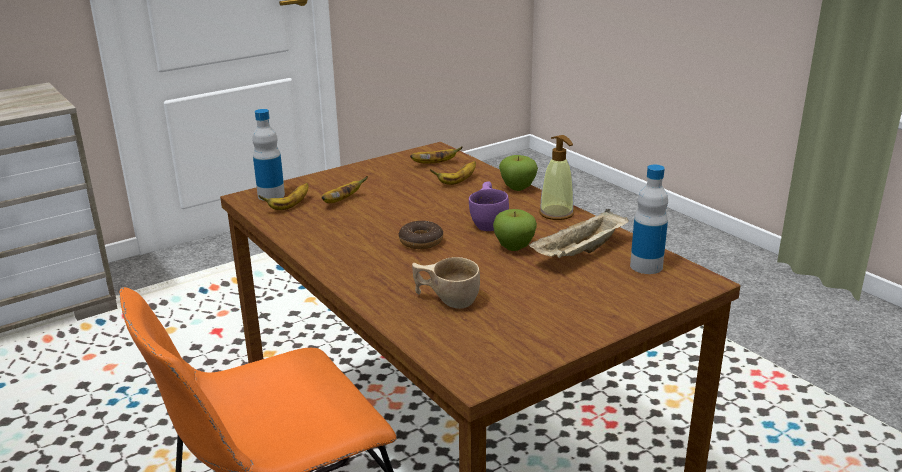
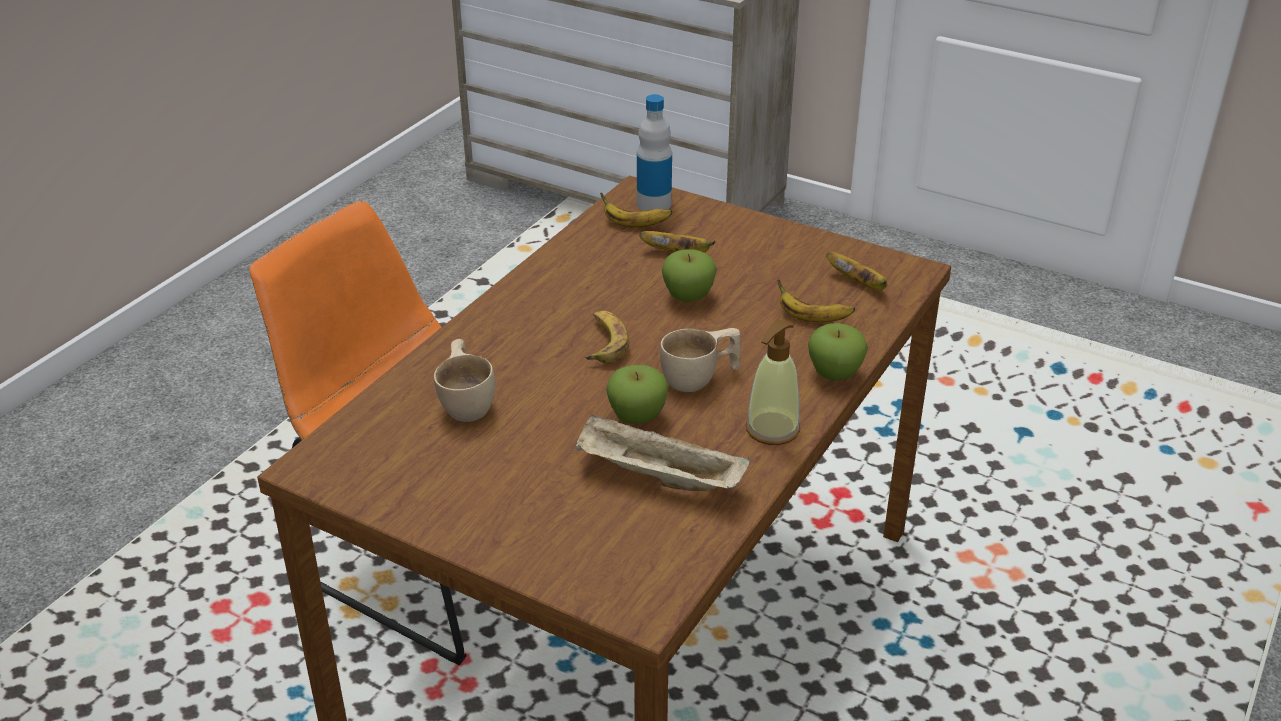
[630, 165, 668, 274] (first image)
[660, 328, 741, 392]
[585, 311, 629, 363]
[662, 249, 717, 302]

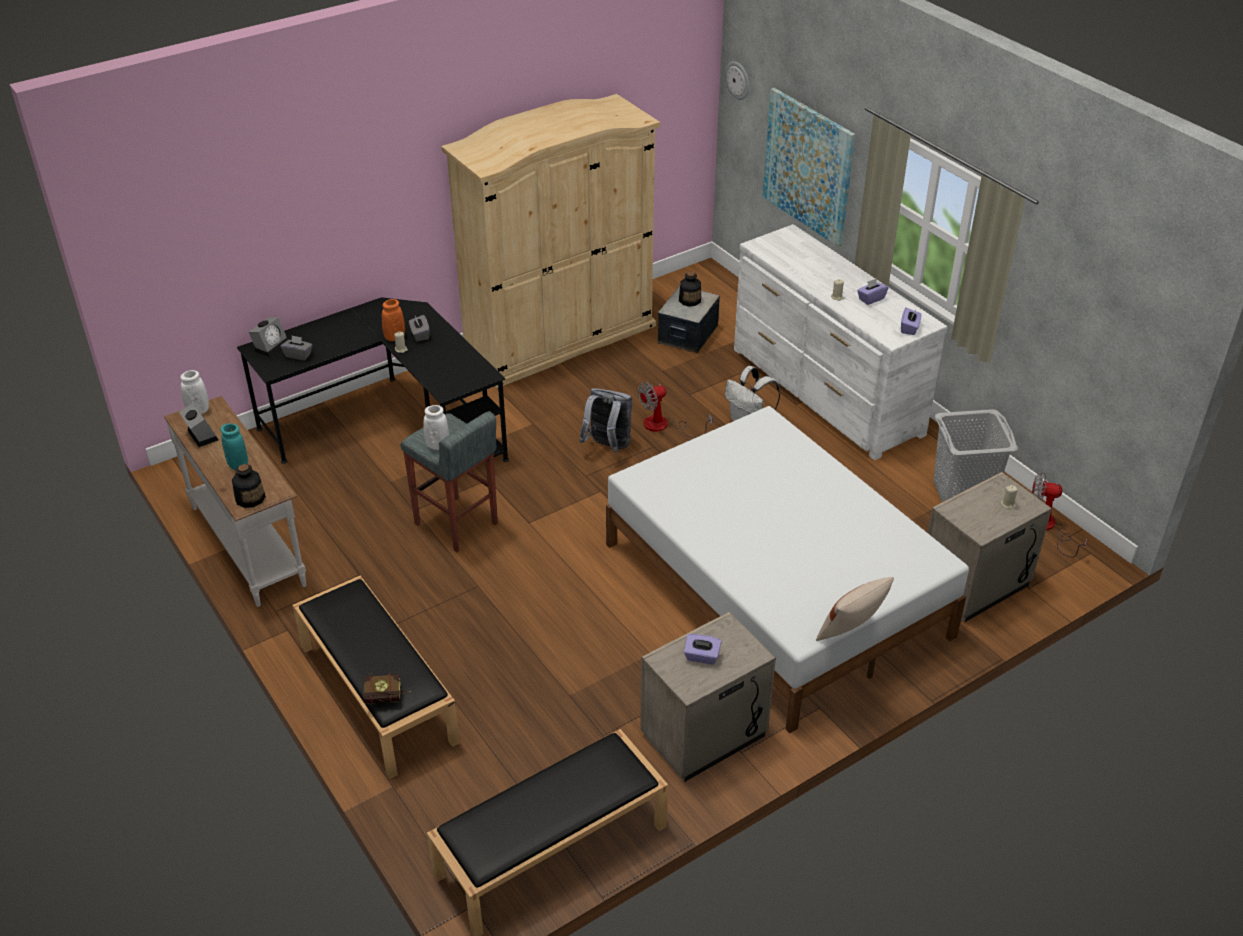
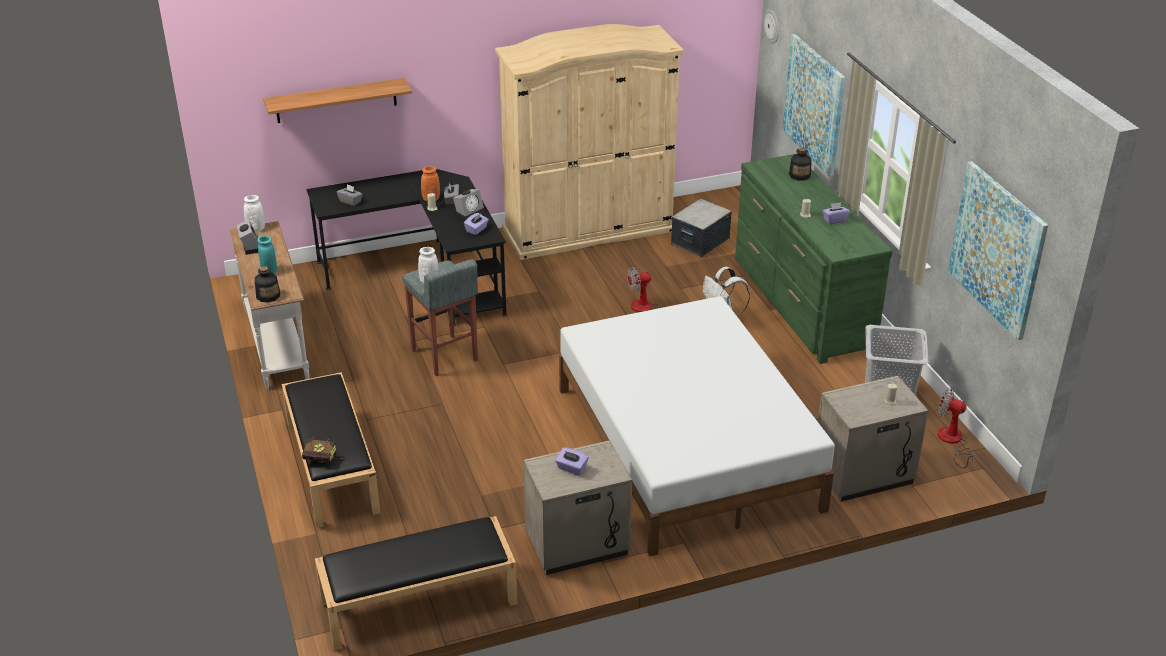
[735, 154, 893, 364]
[789, 148, 812, 181]
[464, 213, 489, 235]
[453, 189, 485, 220]
[579, 388, 632, 453] (first image)
[816, 577, 894, 641] (first image)
[263, 78, 412, 123]
[948, 161, 1048, 340]

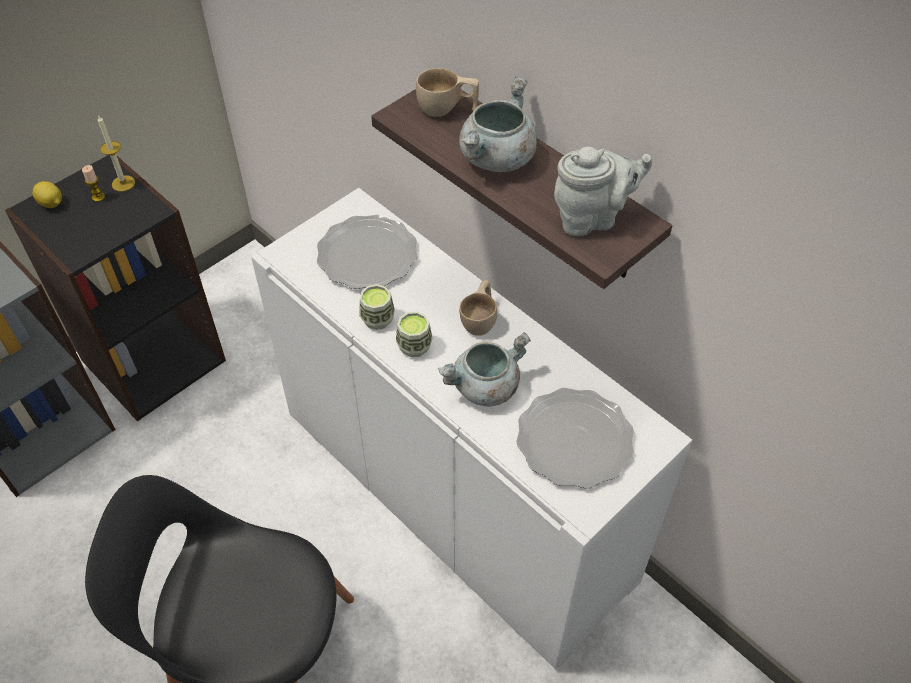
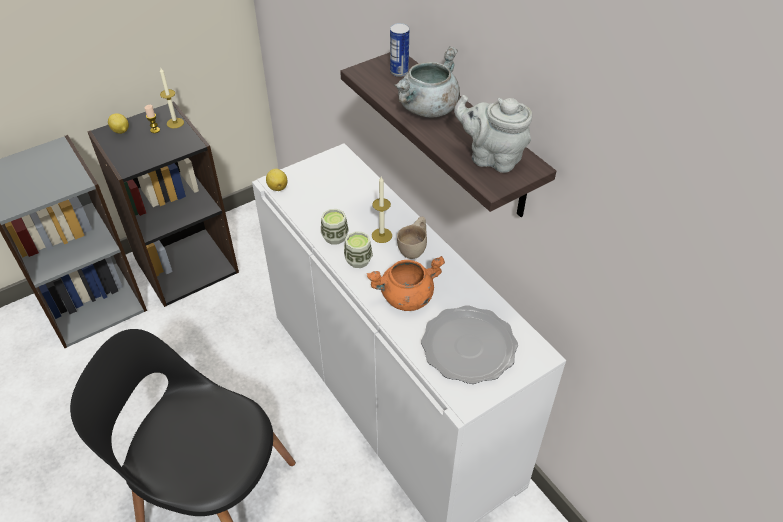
[390, 23, 409, 77]
[454, 95, 532, 173]
[317, 215, 417, 289] (first image)
[367, 256, 445, 311]
[266, 169, 287, 191]
[372, 177, 392, 243]

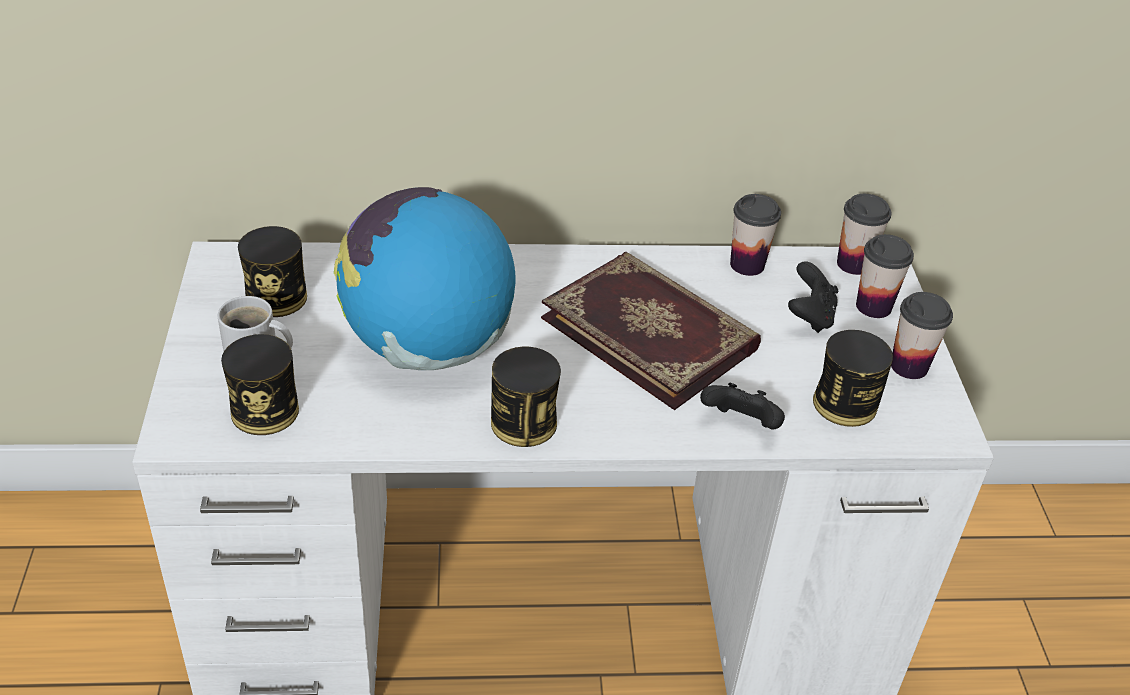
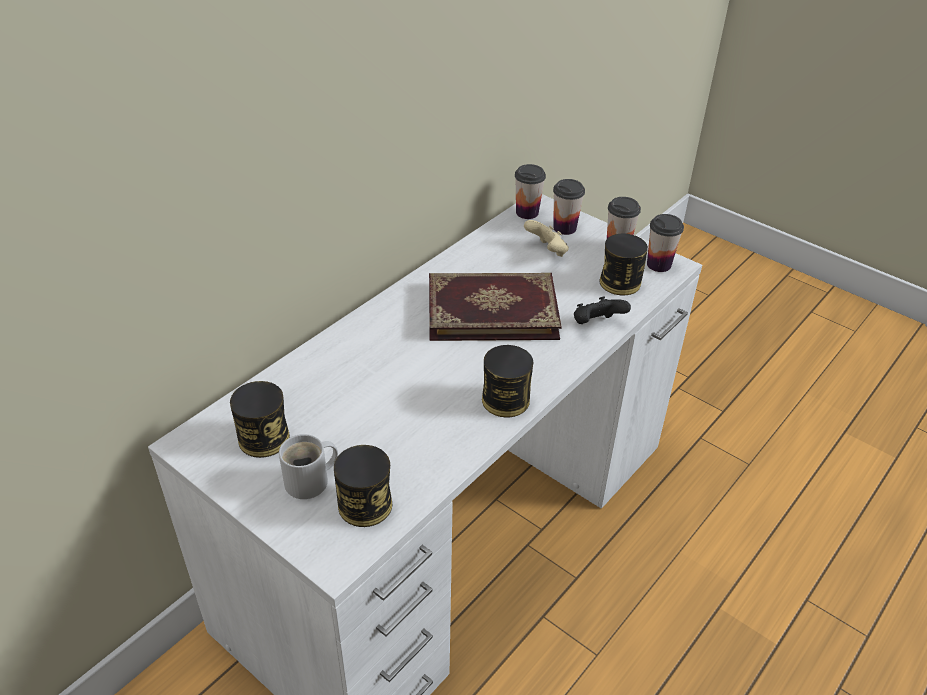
[334, 187, 516, 370] (first image)
[647, 214, 684, 272]
[524, 220, 569, 257]

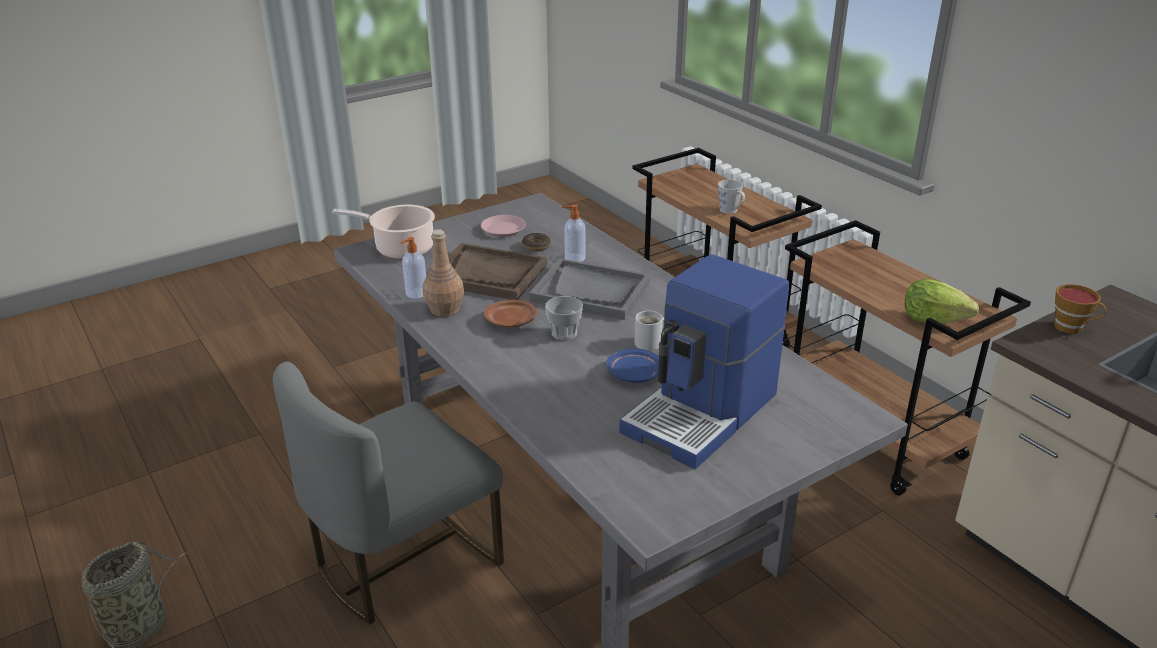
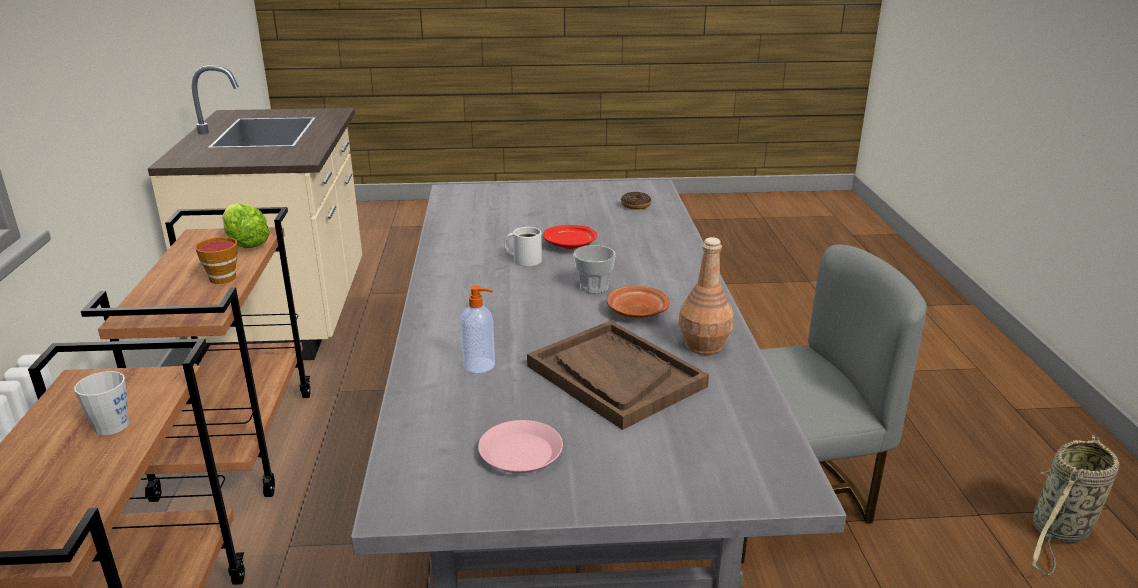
[332, 204, 435, 259] (first image)
[621, 192, 651, 210]
[400, 237, 426, 299] (first image)
[619, 254, 789, 469] (first image)
[529, 258, 650, 320] (first image)
[195, 237, 238, 284]
[543, 225, 597, 249]

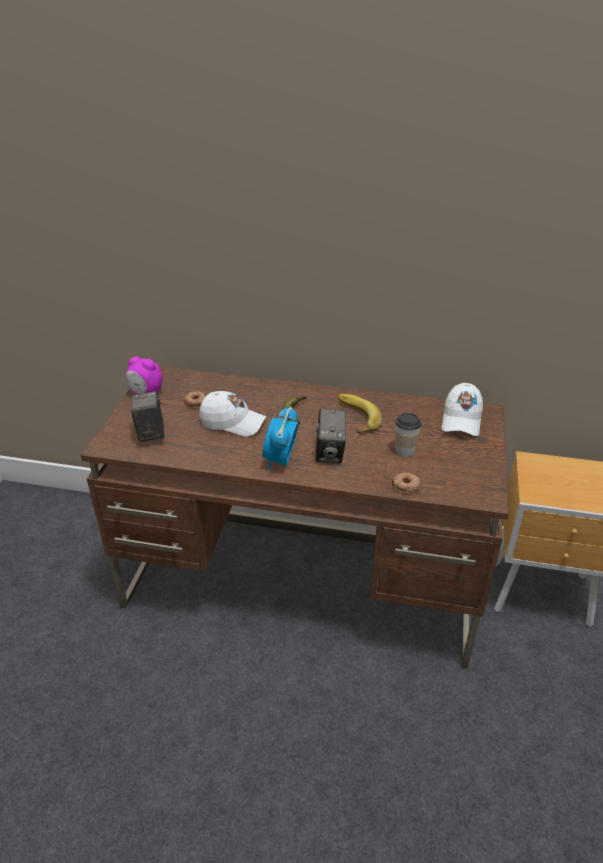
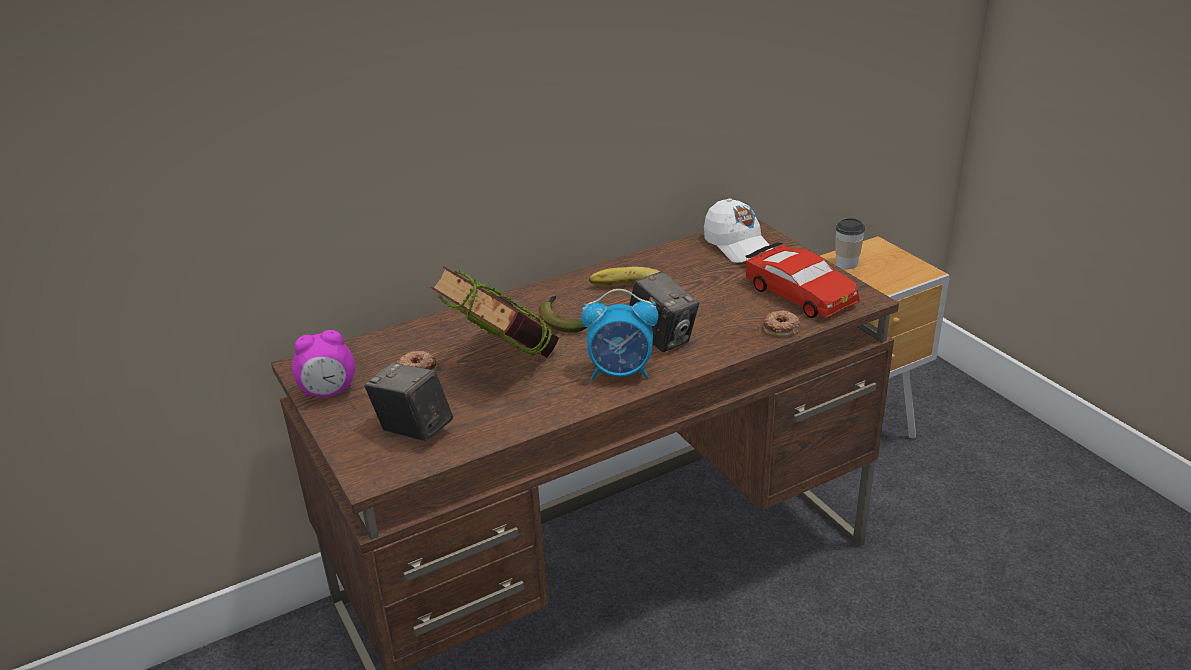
[431, 267, 559, 358]
[581, 289, 658, 380]
[835, 218, 865, 269]
[745, 242, 859, 318]

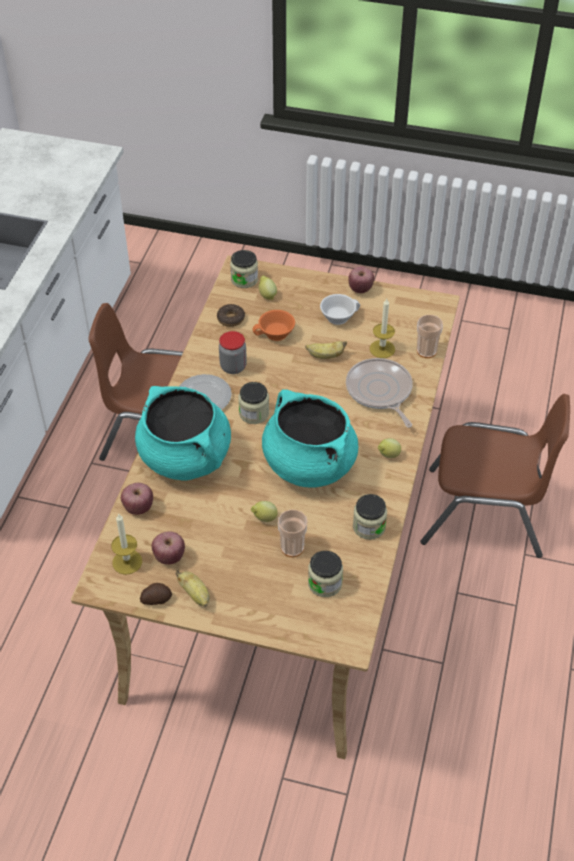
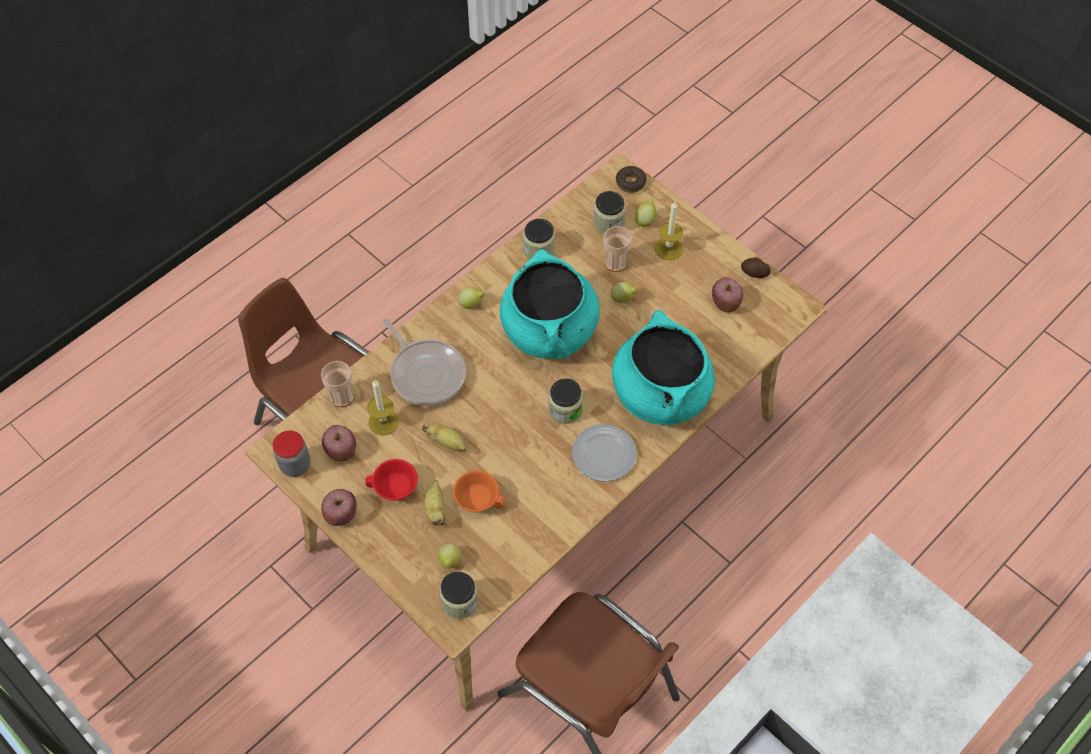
[365, 459, 418, 500]
[616, 166, 647, 193]
[273, 431, 310, 477]
[383, 319, 466, 406]
[322, 425, 356, 462]
[655, 202, 683, 260]
[425, 480, 446, 526]
[635, 199, 656, 228]

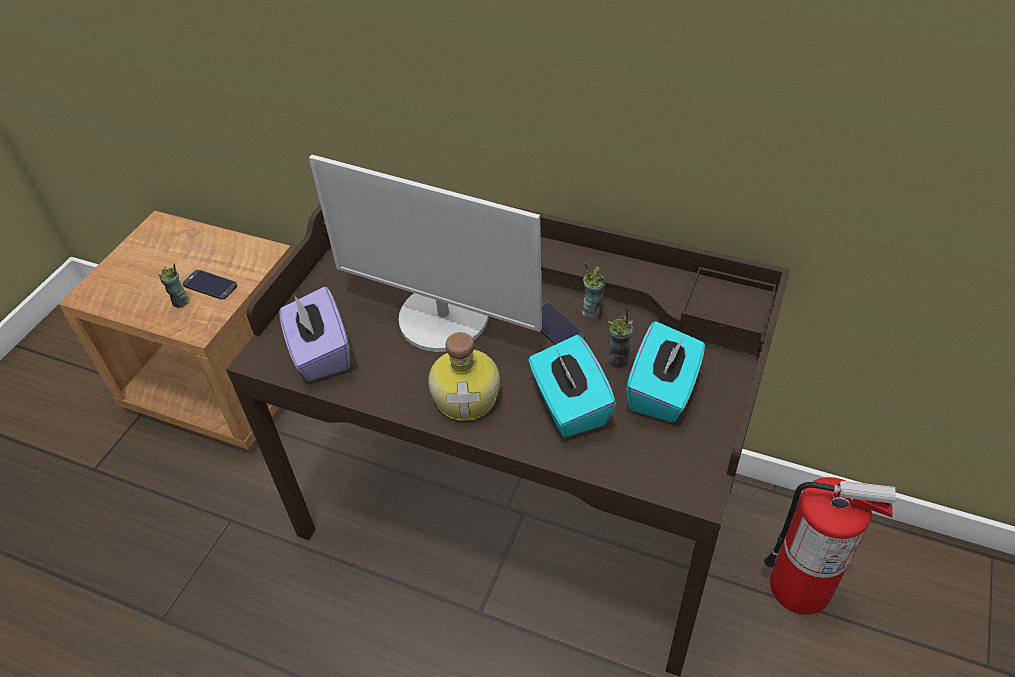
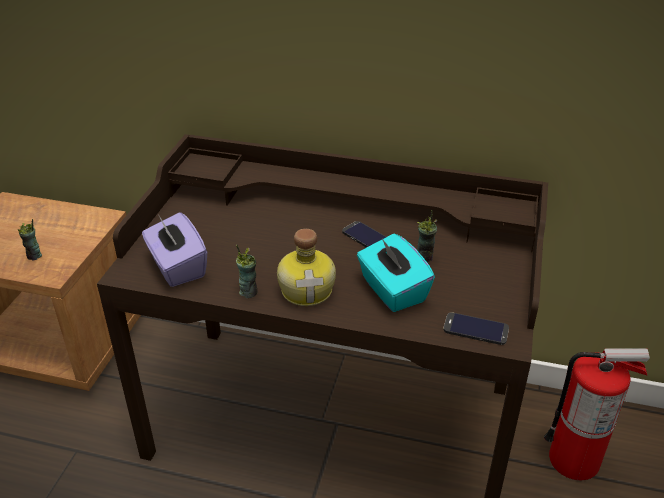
[309, 155, 542, 352] (first image)
[236, 245, 257, 298]
[443, 312, 509, 345]
[626, 321, 705, 422] (first image)

